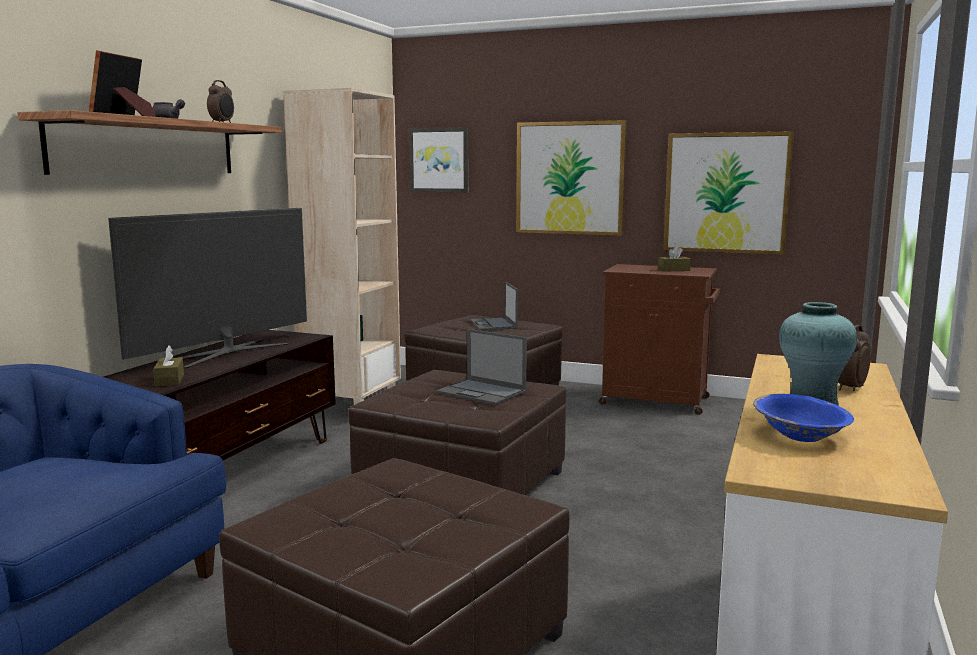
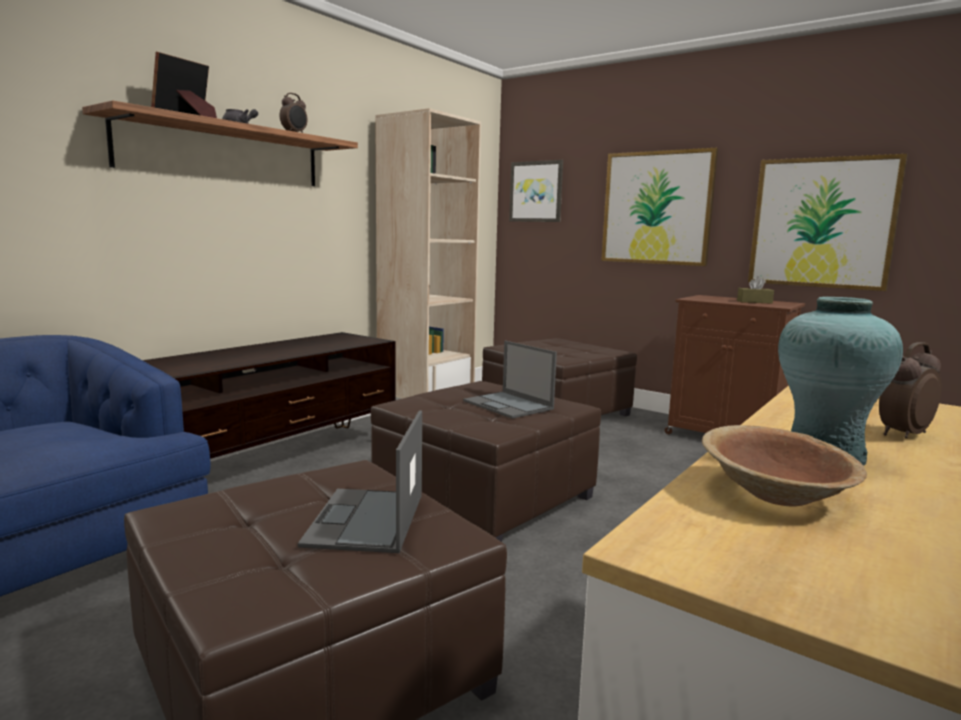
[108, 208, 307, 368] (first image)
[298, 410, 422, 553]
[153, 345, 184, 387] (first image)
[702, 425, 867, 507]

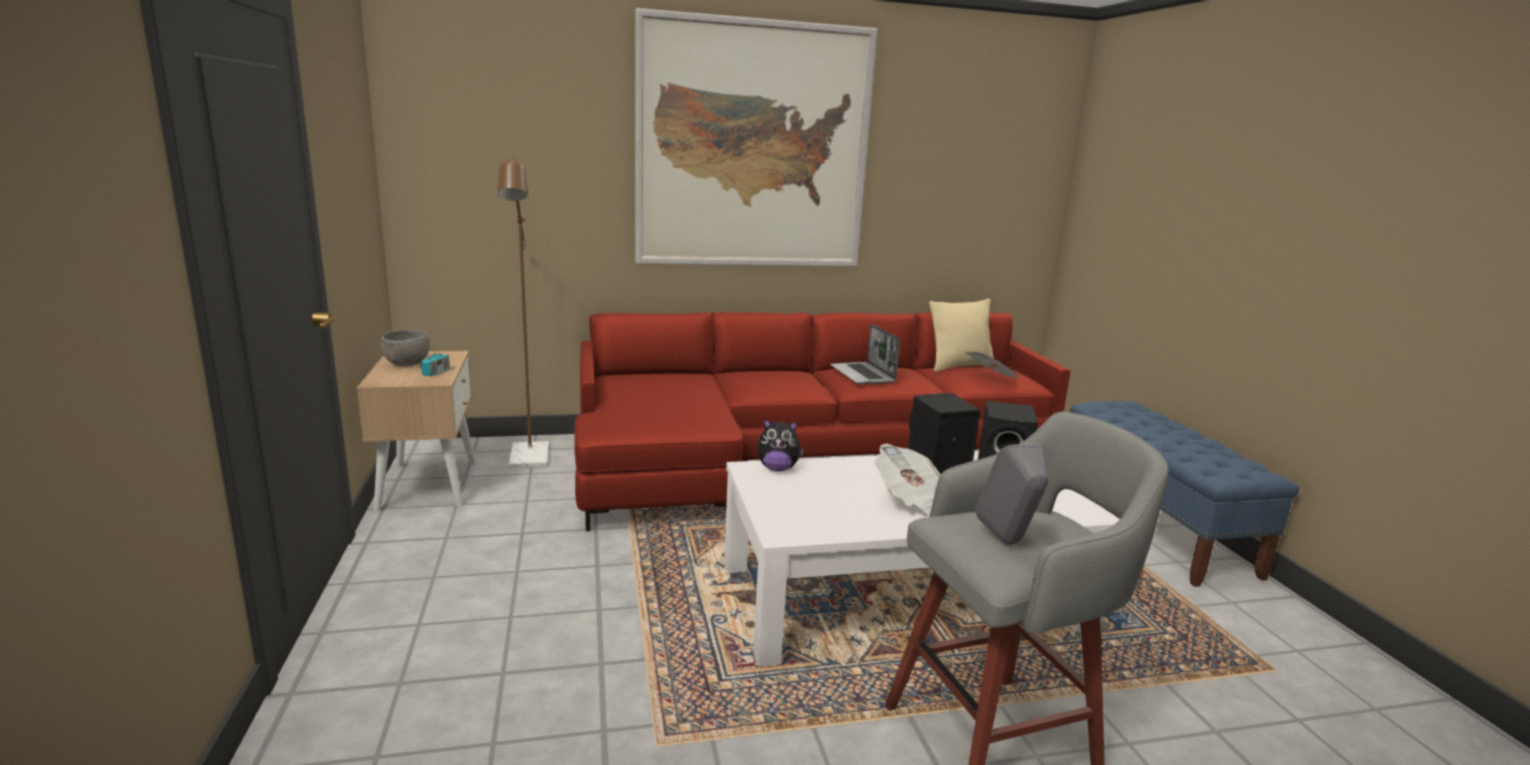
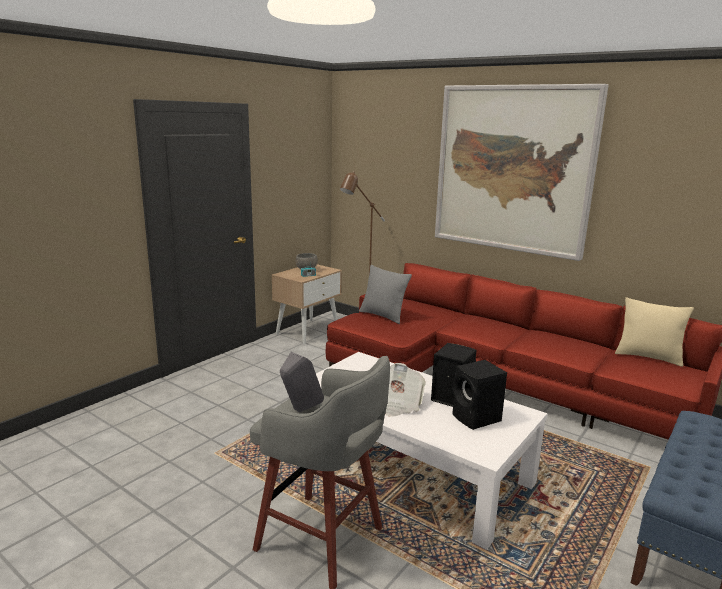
[830, 324, 900, 384] (first image)
[965, 352, 1017, 378] (first image)
[757, 418, 804, 471] (first image)
[359, 265, 412, 324]

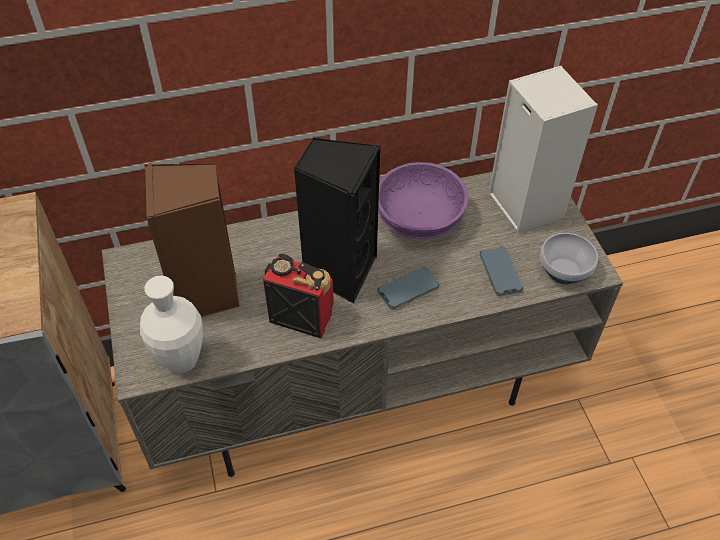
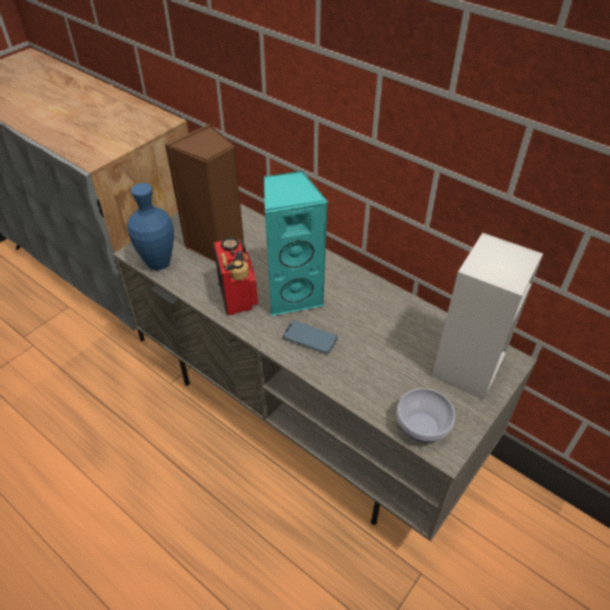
[264, 170, 328, 316]
[378, 162, 469, 239] (first image)
[480, 247, 523, 296] (first image)
[127, 183, 174, 270]

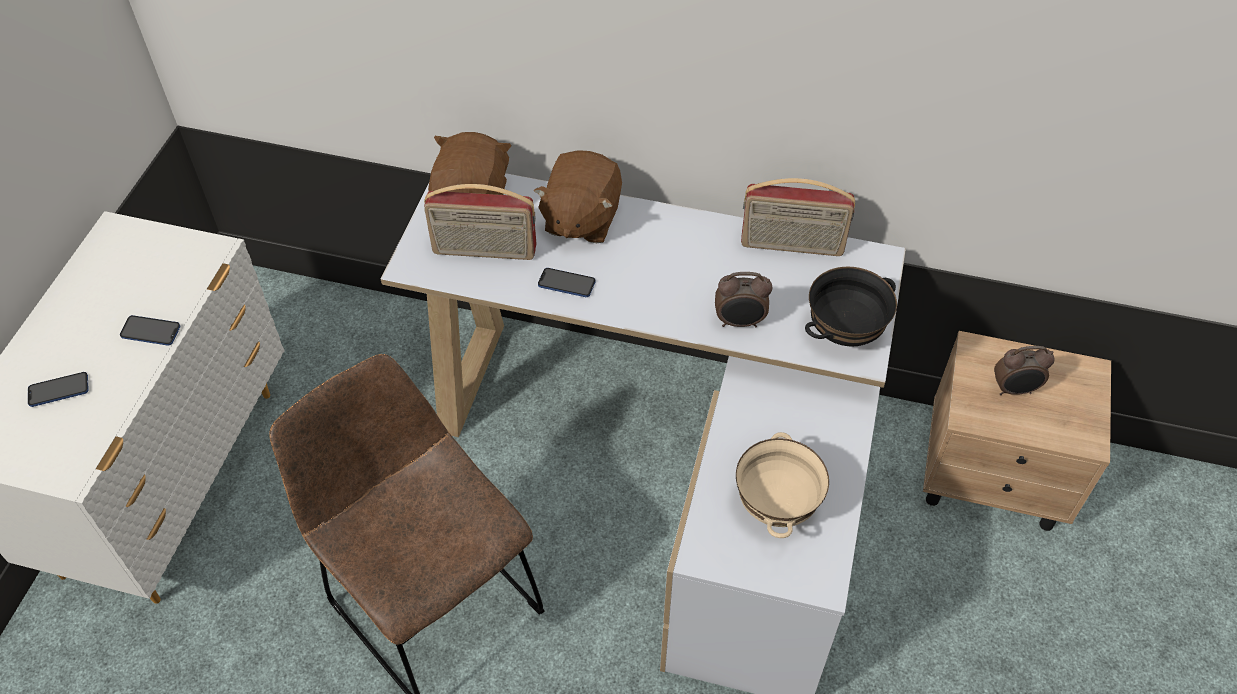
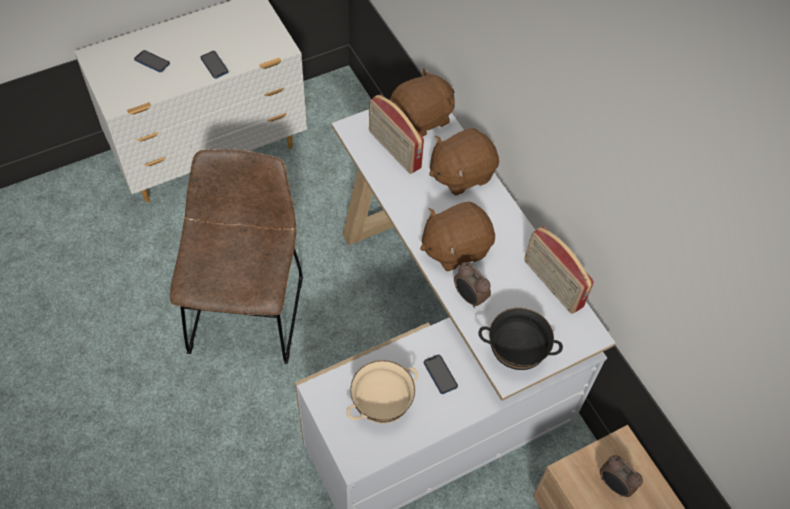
[424, 355, 458, 394]
[420, 201, 495, 272]

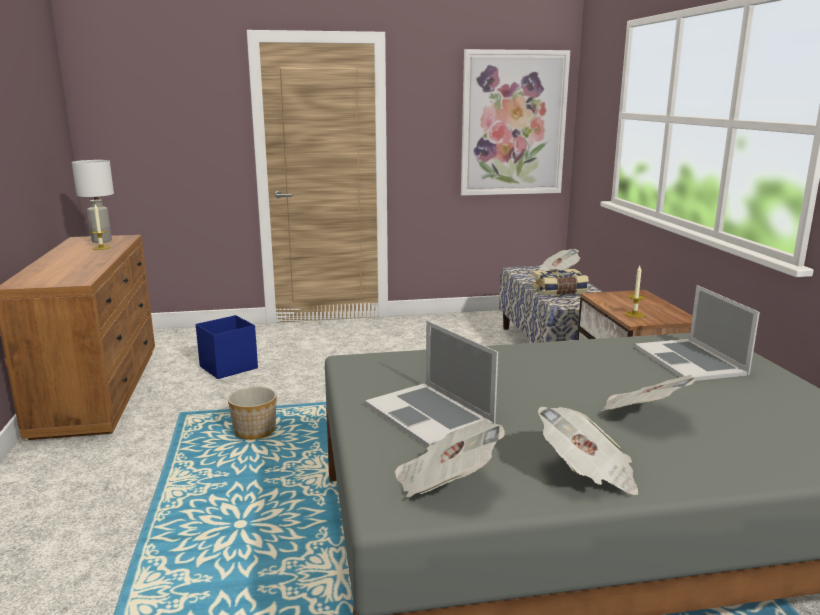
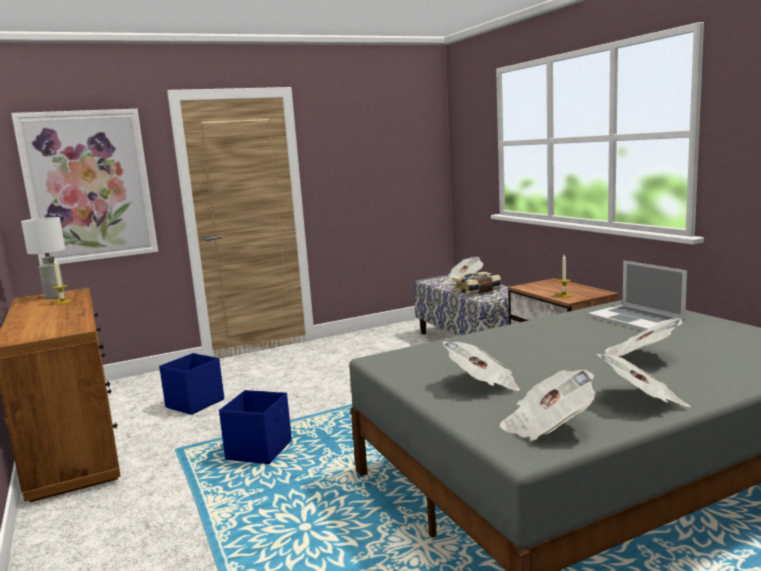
[11, 109, 158, 265]
[443, 341, 521, 391]
[219, 390, 292, 464]

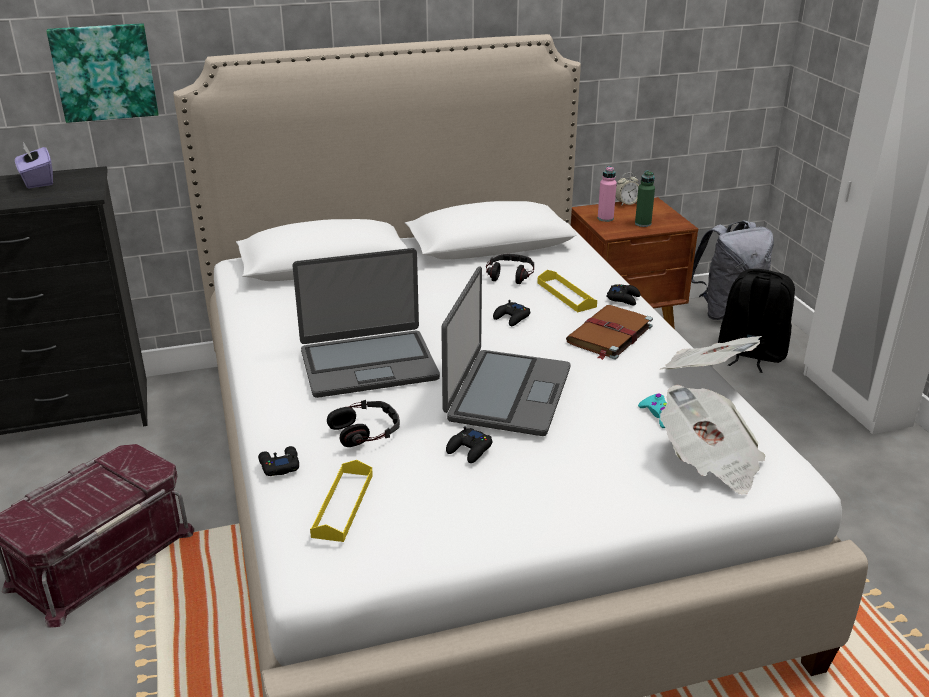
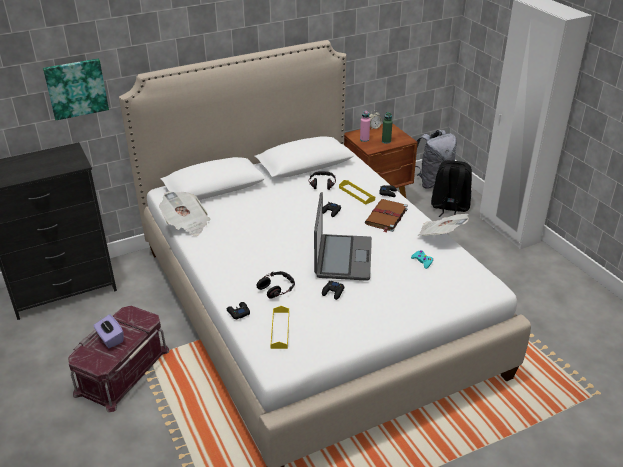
[93, 314, 124, 348]
[293, 248, 440, 398] (first image)
[159, 191, 210, 236]

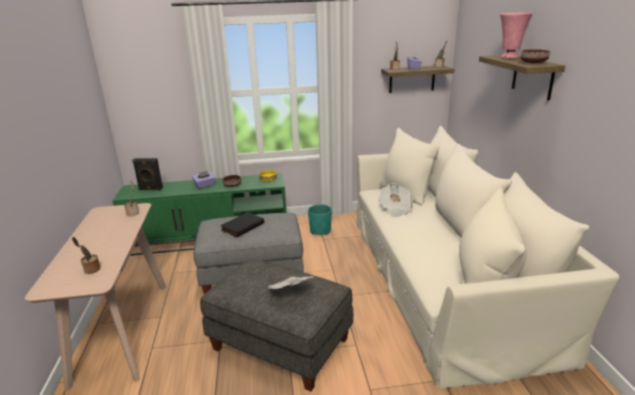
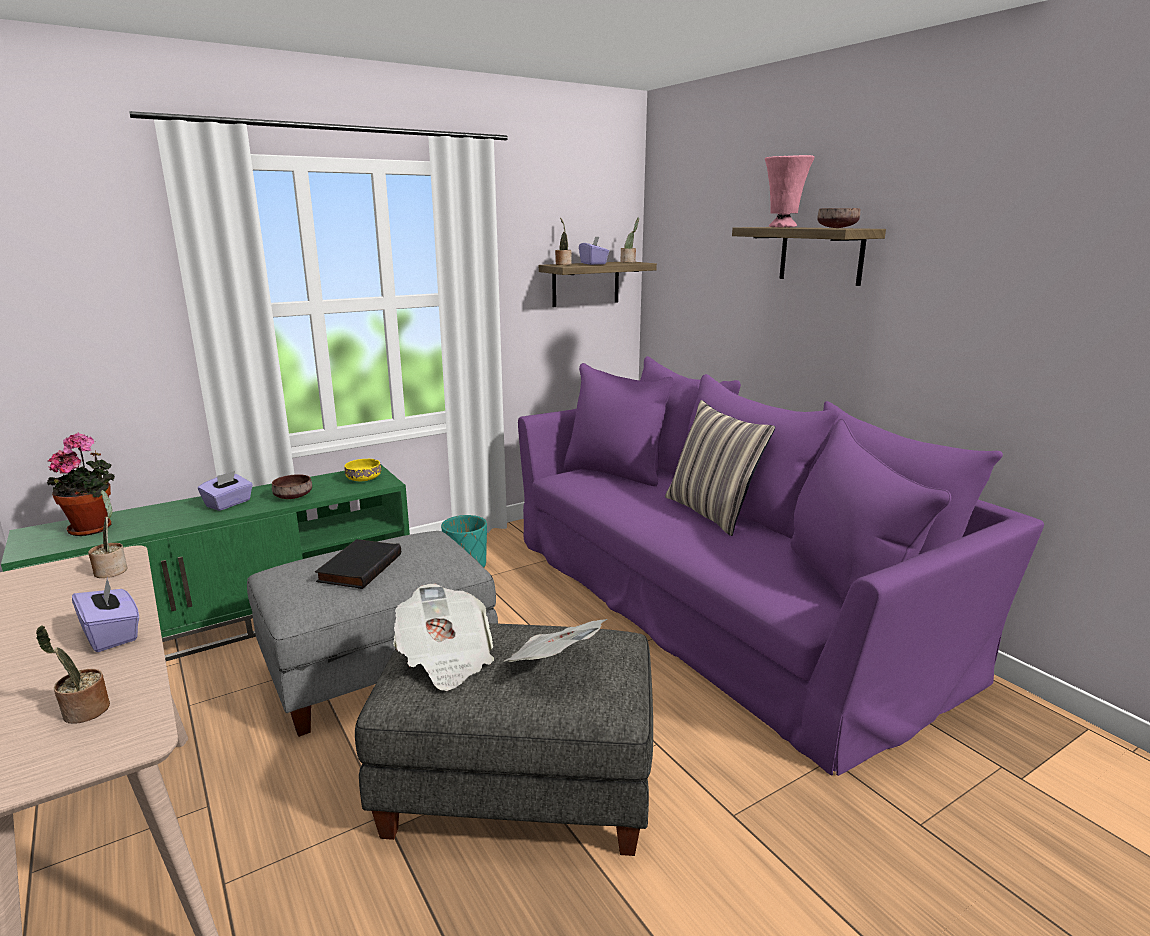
[518, 356, 1044, 776]
[47, 433, 115, 536]
[393, 584, 494, 691]
[665, 400, 775, 536]
[72, 580, 139, 652]

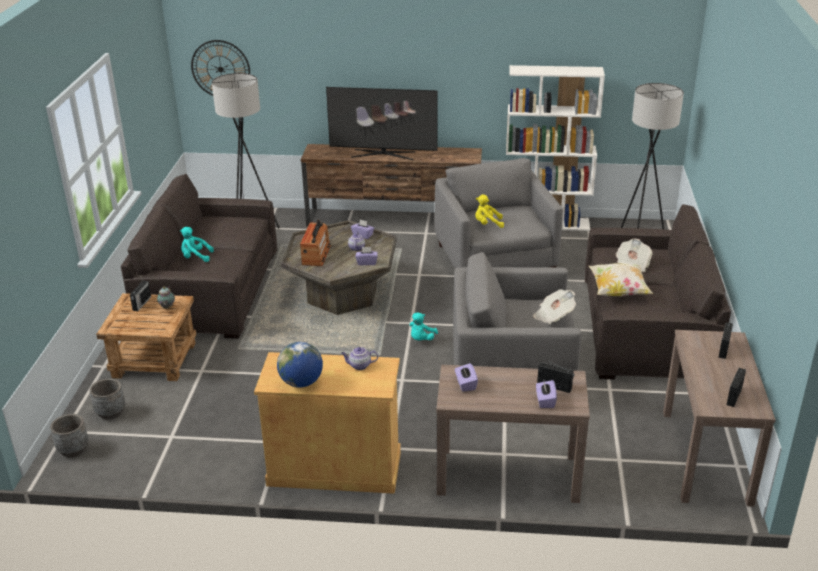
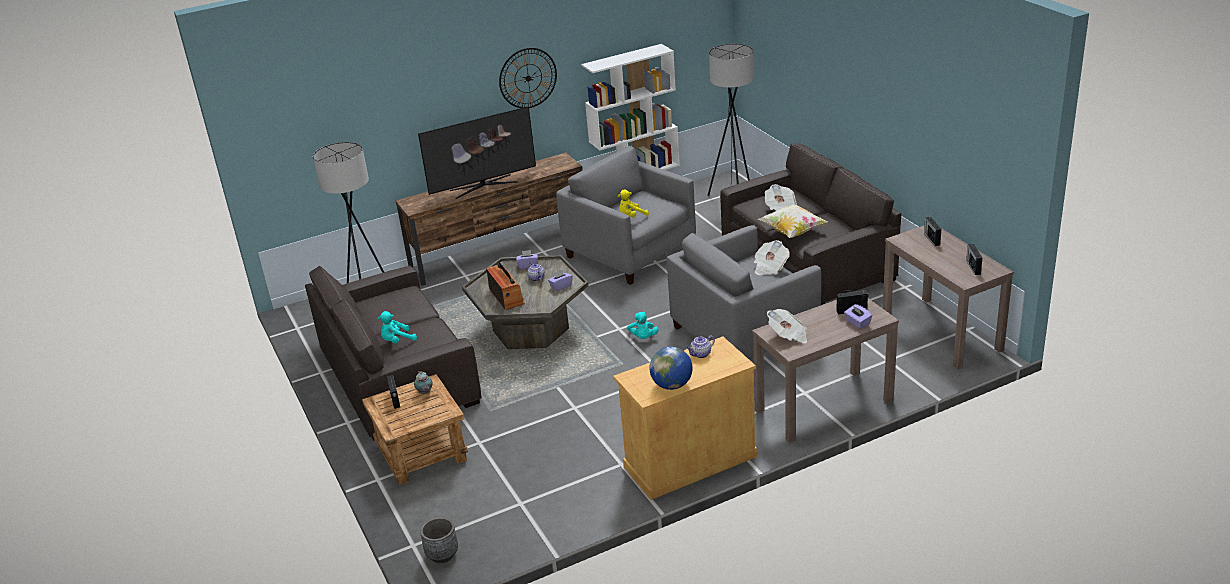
[499, 48, 557, 108]
[767, 309, 807, 343]
[90, 378, 125, 420] (first image)

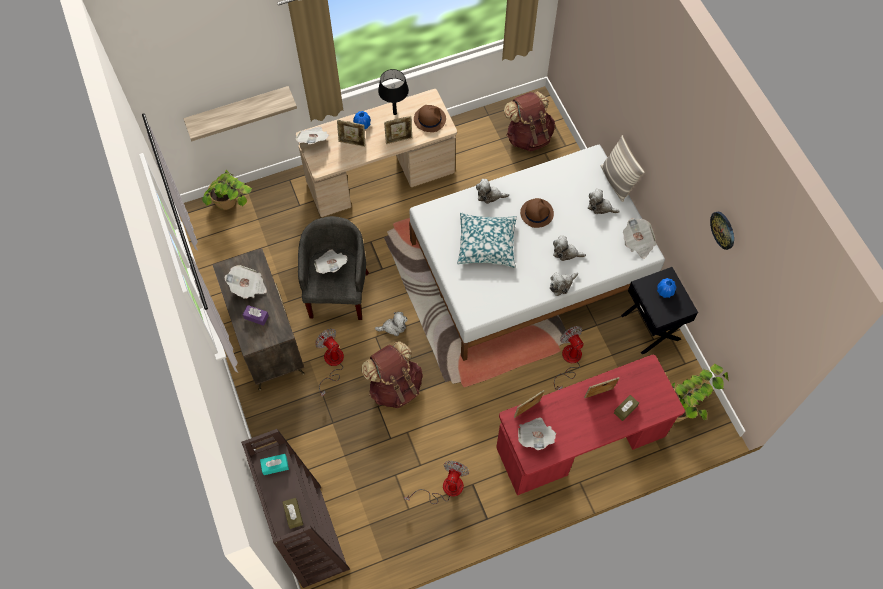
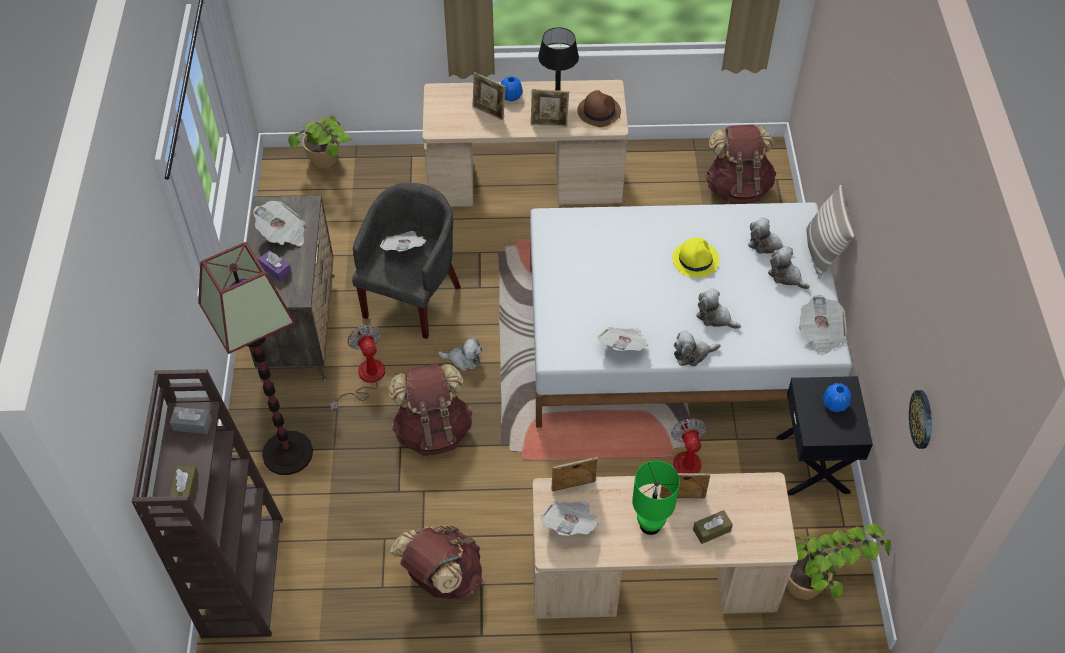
[183, 86, 297, 141] (first image)
[598, 327, 648, 351]
[748, 217, 793, 254]
[672, 238, 719, 277]
[457, 212, 517, 268] (first image)
[909, 390, 932, 449]
[533, 472, 798, 619]
[170, 407, 212, 434]
[390, 526, 482, 599]
[198, 242, 313, 475]
[632, 461, 680, 535]

